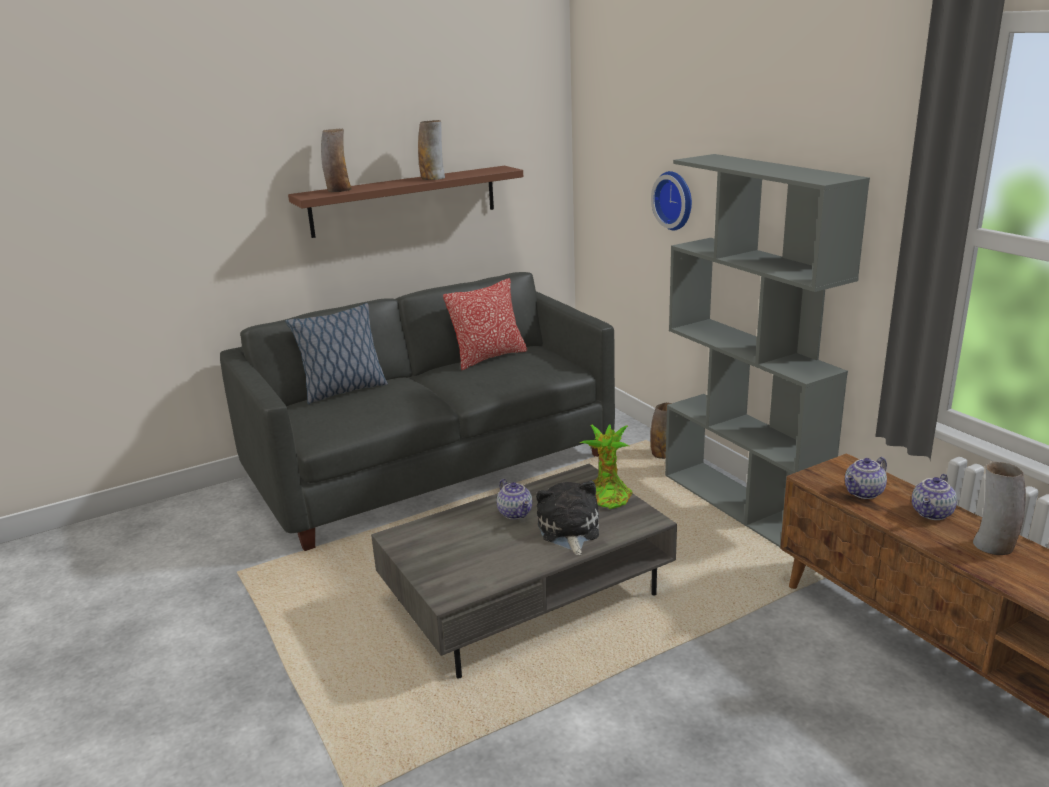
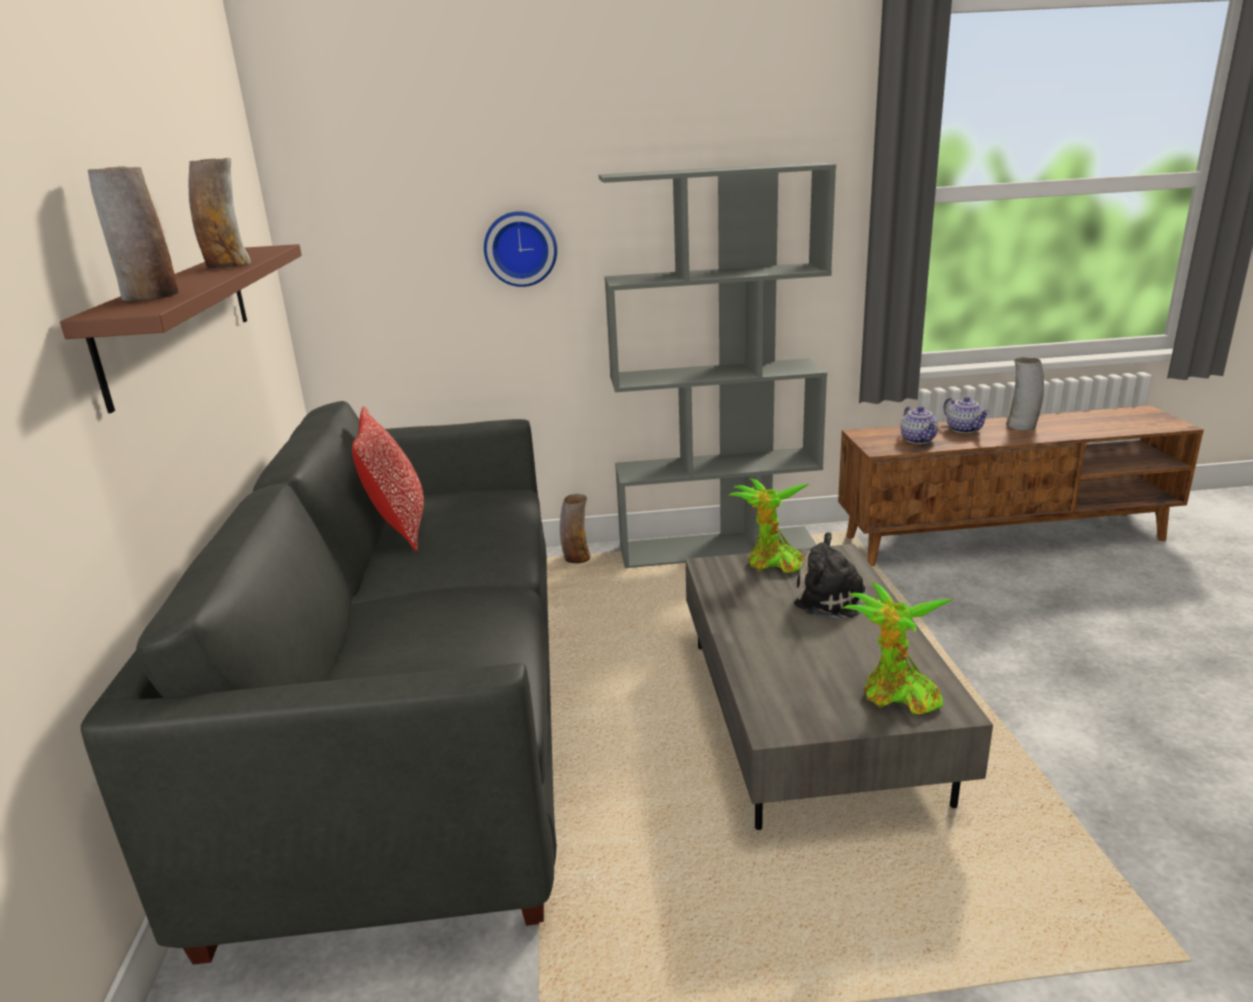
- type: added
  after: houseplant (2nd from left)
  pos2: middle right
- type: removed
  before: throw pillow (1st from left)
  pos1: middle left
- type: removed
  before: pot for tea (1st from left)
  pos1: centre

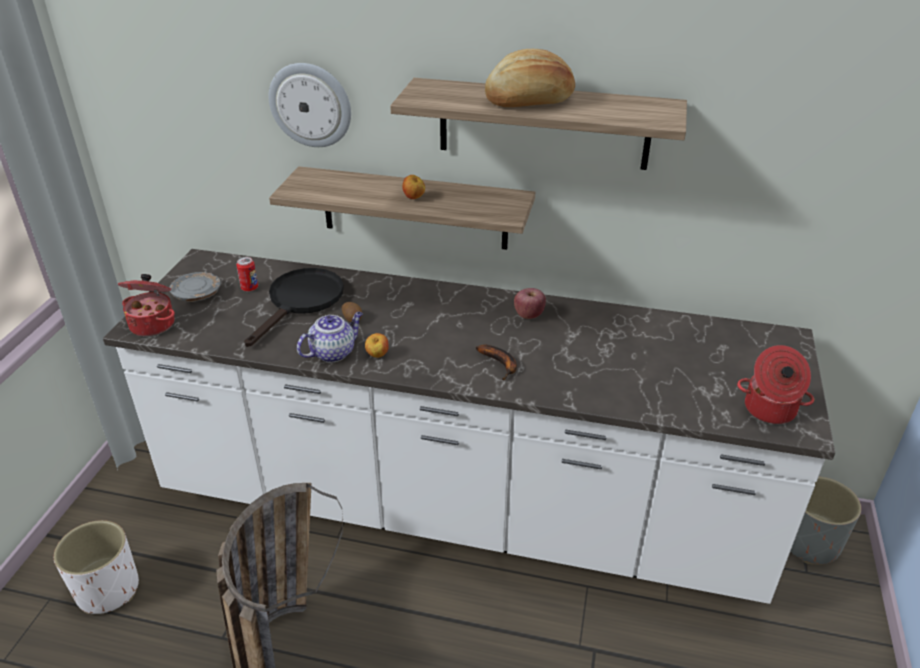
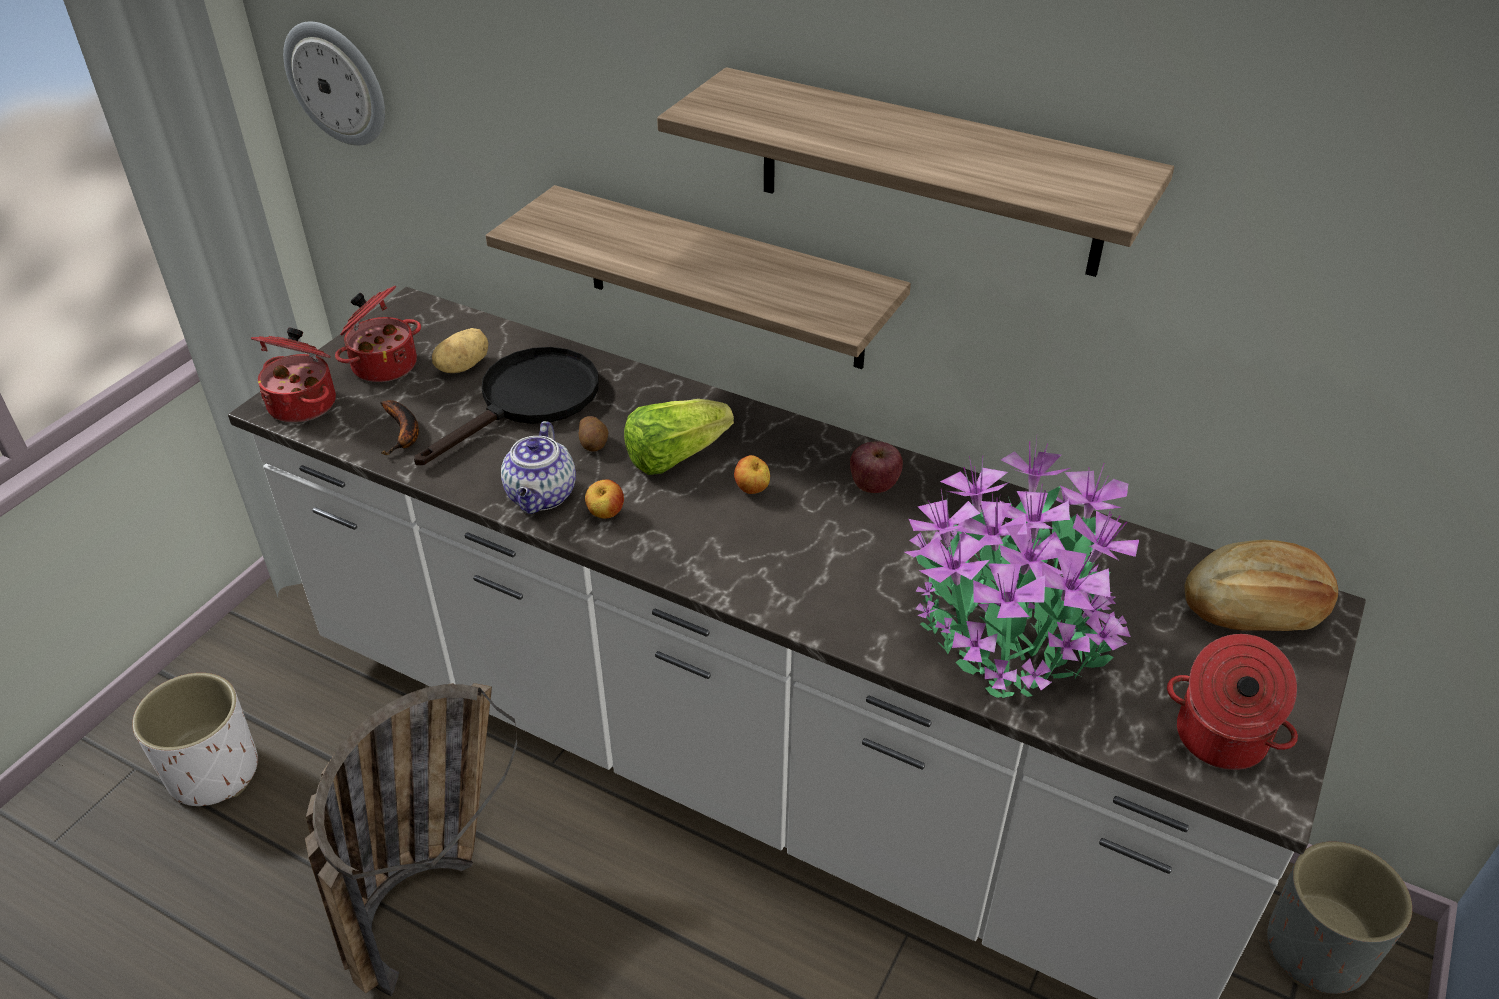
- type: moved
  before: clock on the wall
  pos1: top centre
  pos2: top left
- type: replaced
  before: grey plate
  after: cooking pot (2nd from left)
  pos1: middle left
  pos2: middle left
- type: moved
  before: banana
  pos1: centre
  pos2: middle left
- type: replaced
  before: can
  after: potato (1st from left)
  pos1: middle left
  pos2: middle left
- type: turned
  before: pot for tea
  pos1: centre
  pos2: centre
  turn: 120
- type: added
  after: lettuce head
  pos2: centre
- type: moved
  before: whole apple (2nd from left)
  pos1: top centre
  pos2: centre
- type: added
  after: houseplant
  pos2: middle right
- type: moved
  before: bakery bread
  pos1: top centre
  pos2: middle right

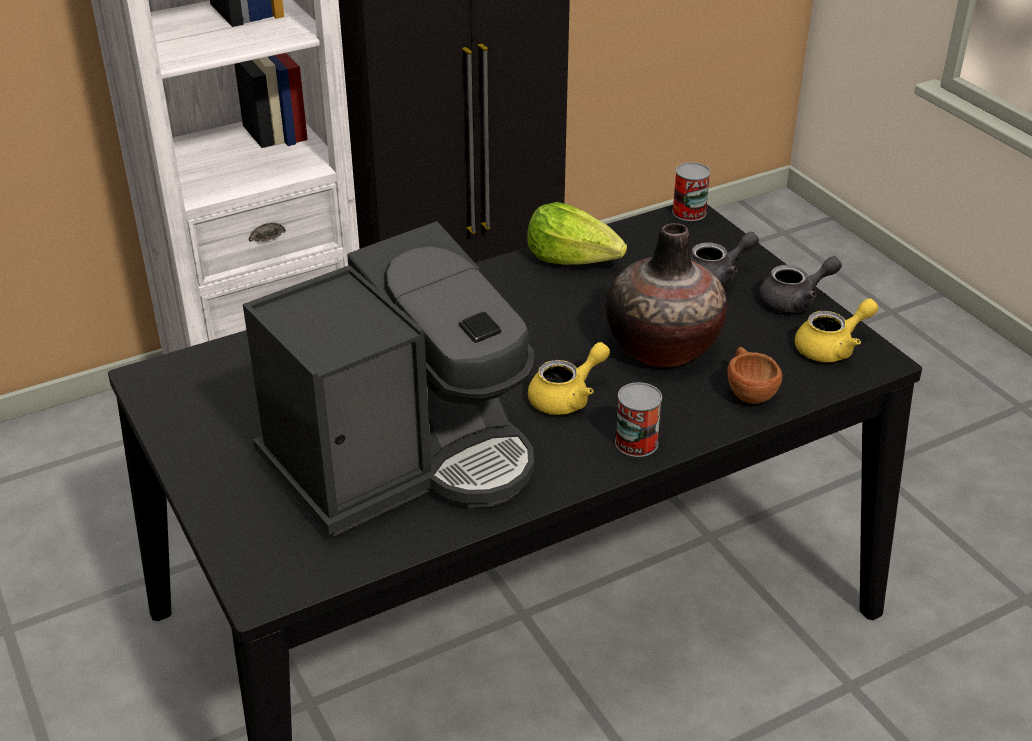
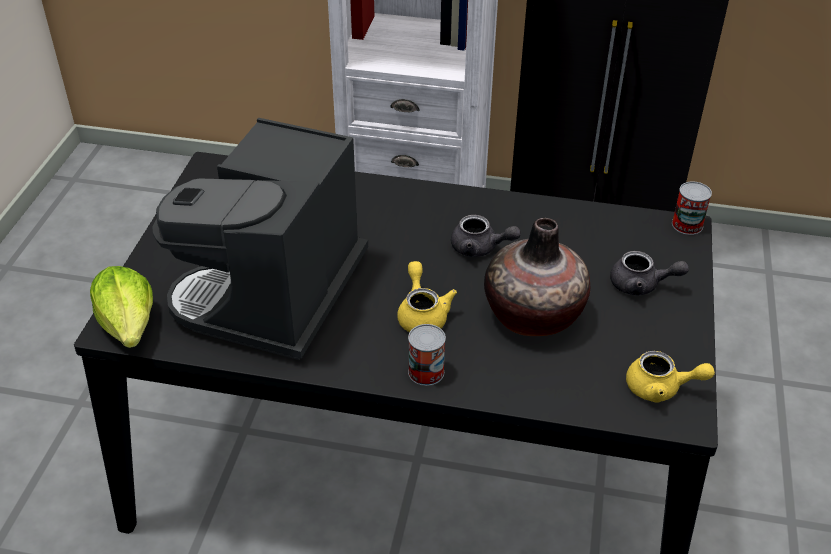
- type: moved
  before: lettuce head
  pos1: top centre
  pos2: middle left
- type: turned
  before: coffee maker
  pos1: centre
  pos2: middle left
  turn: 105
- type: turned
  before: yellow-coloured pot for tea (1st from left)
  pos1: centre
  pos2: centre
  turn: -105
- type: moved
  before: grey pot for tea (2nd from left in the first image)
  after: grey pot for tea (1st from left)
  pos1: middle right
  pos2: centre
- type: removed
  before: brownish small cup
  pos1: middle right

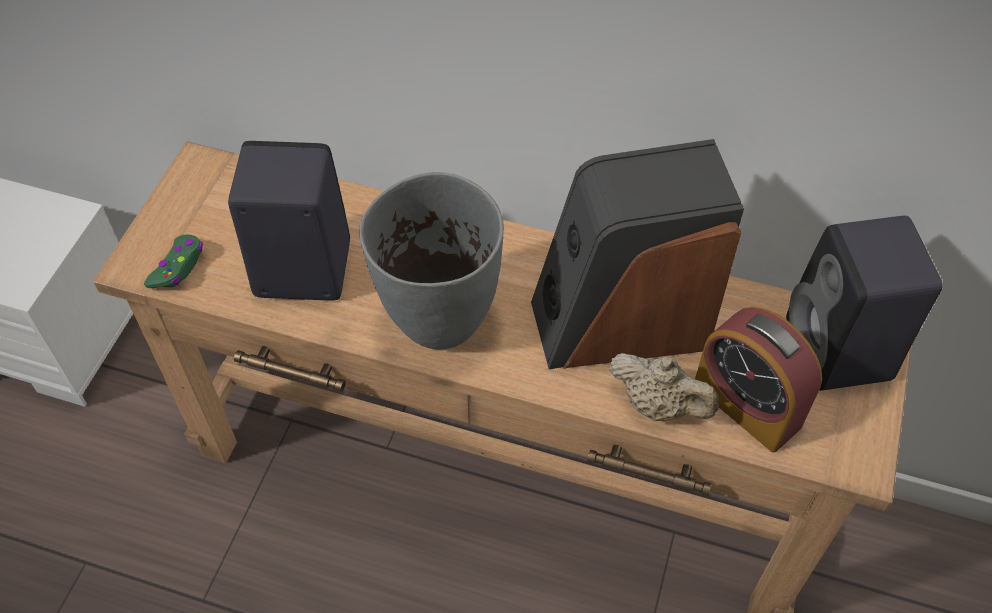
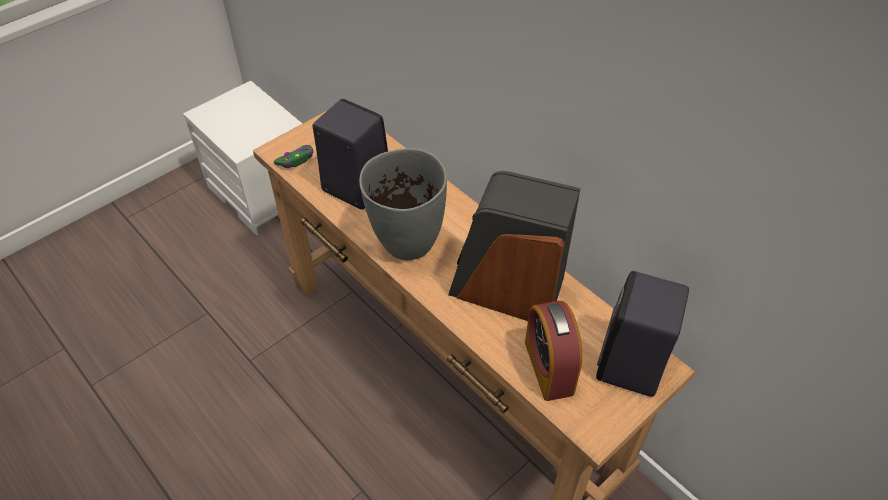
- type: removed
  before: beige pot for tea
  pos1: middle right

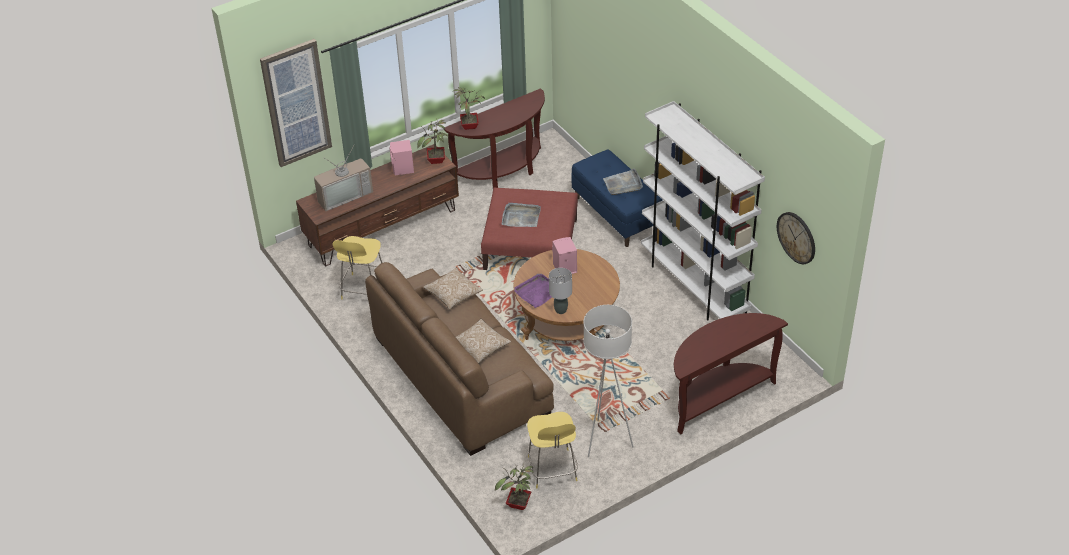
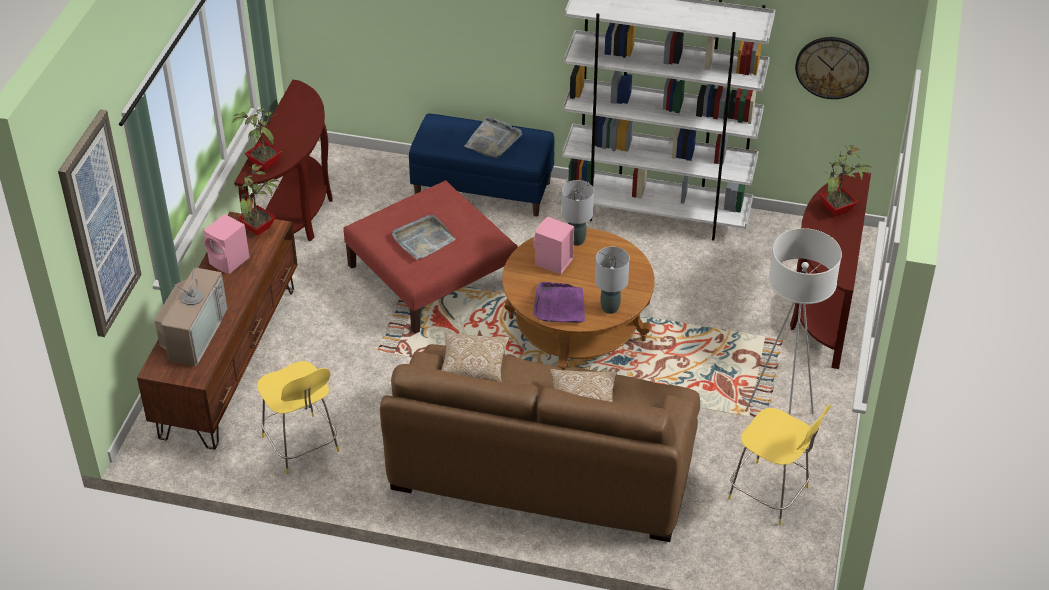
- type: added
  after: grey tabletop lamp (1st from left)
  pos2: centre
- type: moved
  before: houseplant (3rd from left)
  pos1: bottom centre
  pos2: top right

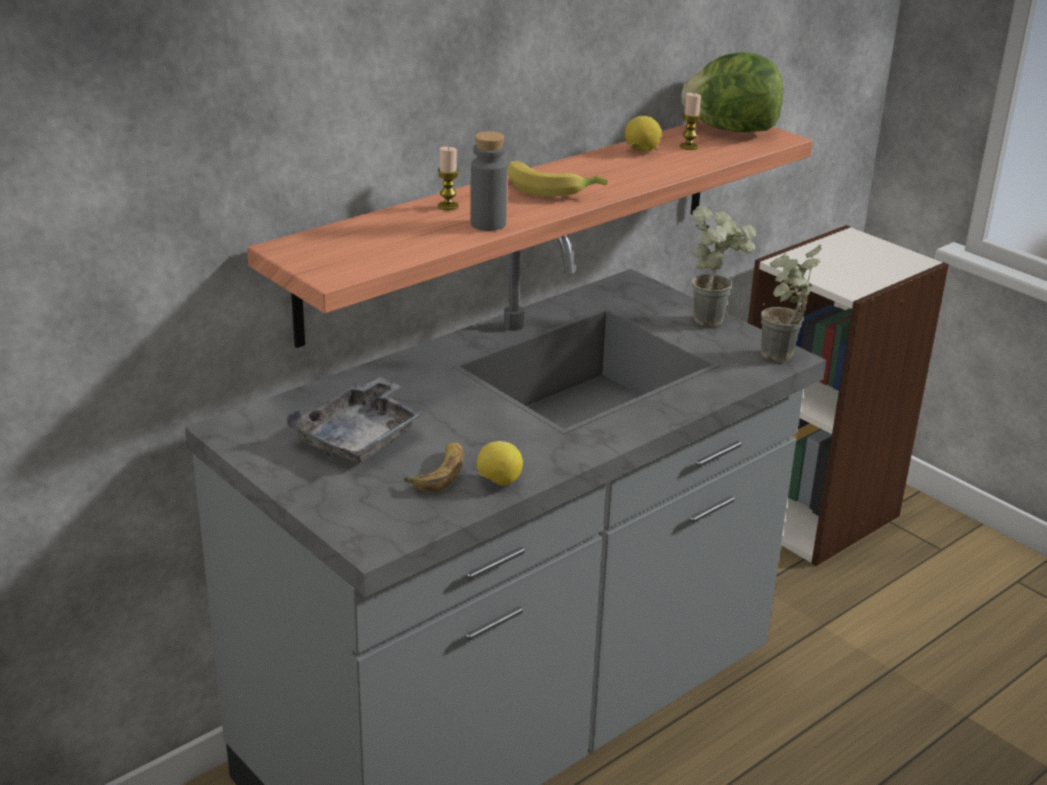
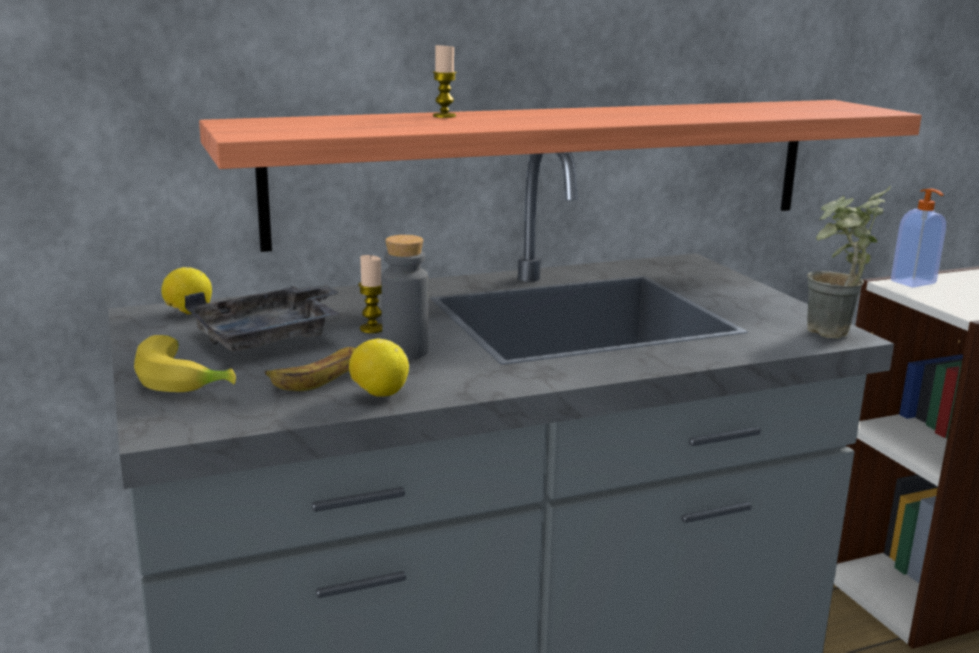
- type: moved
  before: banana (2nd from left in the first image)
  after: banana (1st from left)
  pos1: top centre
  pos2: middle left
- type: moved
  before: lemon (2nd from left in the first image)
  after: lemon (1st from left)
  pos1: top centre
  pos2: middle left
- type: moved
  before: candle (2nd from left in the first image)
  after: candle (1st from left)
  pos1: top centre
  pos2: centre
- type: moved
  before: grey beverage bottle
  pos1: top centre
  pos2: centre
- type: added
  after: liquid soap bottle
  pos2: middle right
- type: removed
  before: lettuce head
  pos1: top right
- type: removed
  before: houseplant (1st from left)
  pos1: middle right

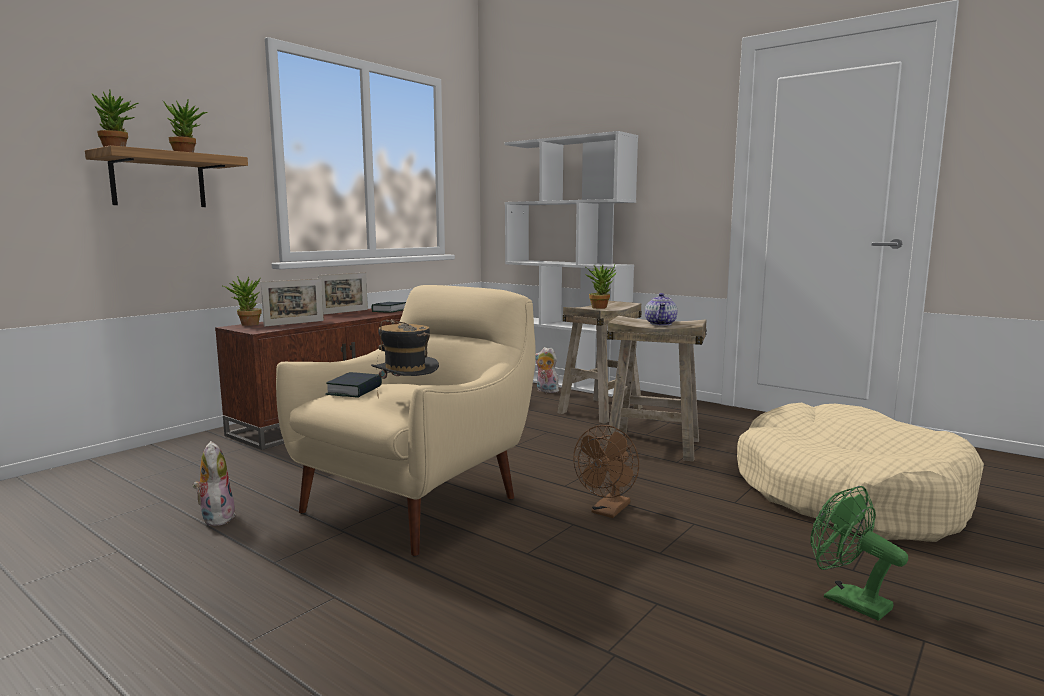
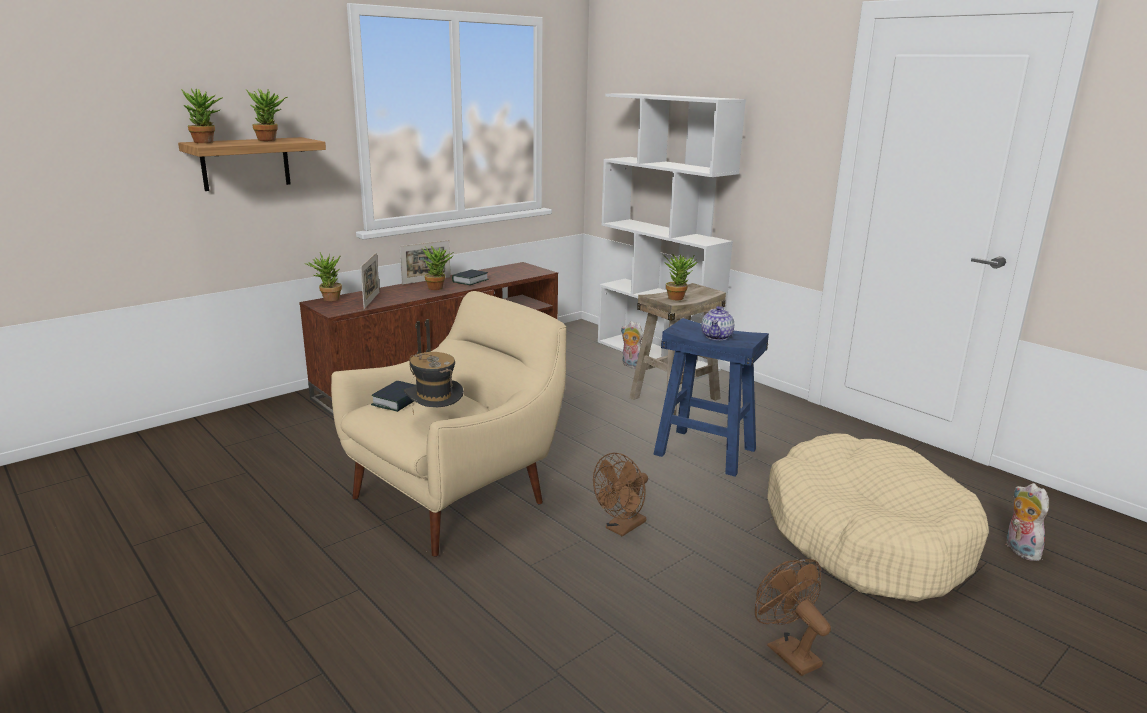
- type: turned
  before: standing frame (1st from left)
  pos1: middle left
  pos2: middle left
  turn: -60
- type: added
  after: houseplant (4th from left)
  pos2: centre
- type: recoloured
  before: beige stool seat (2nd from left)
  after: blue-coloured stool seat
  pos1: centre
  pos2: centre
- type: recoloured
  before: green electric fan
  after: brownish electric fan (2nd from left)
  pos1: bottom right
  pos2: bottom right
- type: moved
  before: plush toy (1st from left in the first image)
  after: plush toy (2nd from left)
  pos1: bottom left
  pos2: bottom right

